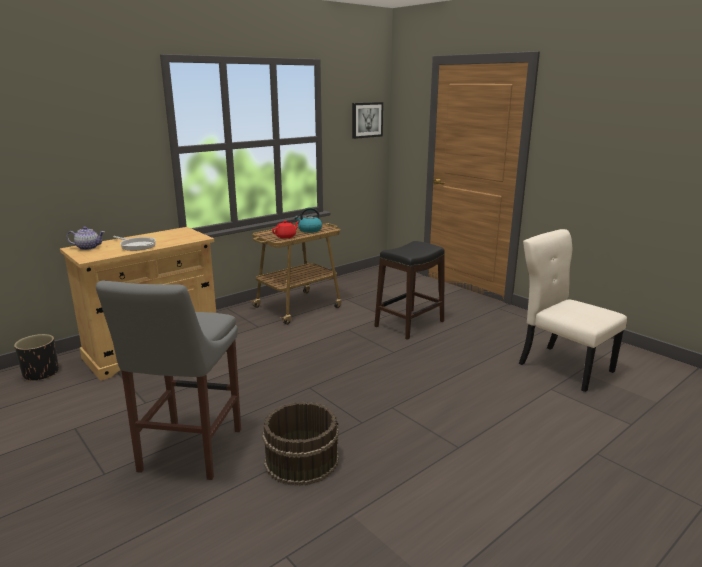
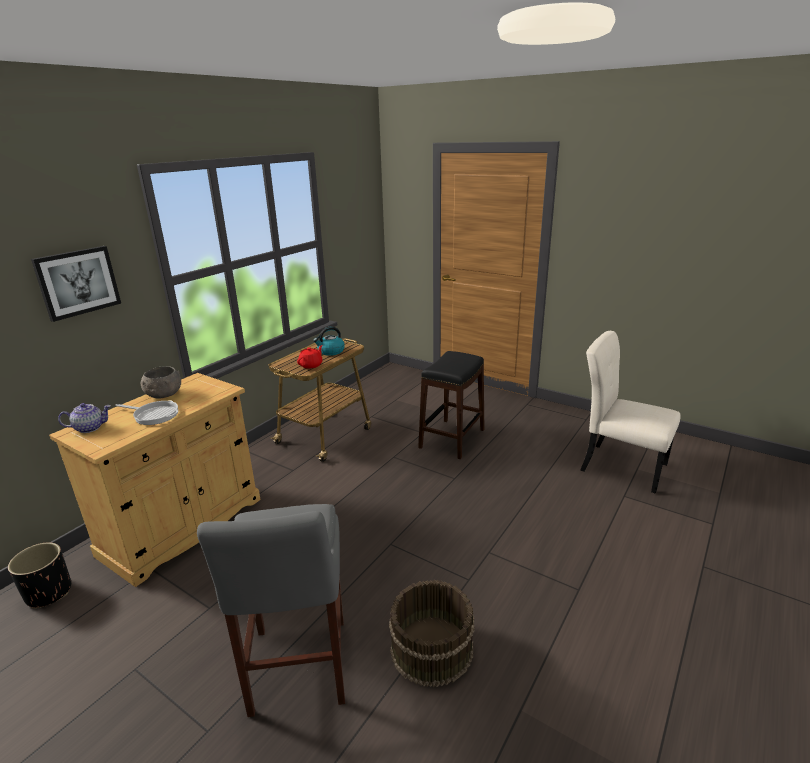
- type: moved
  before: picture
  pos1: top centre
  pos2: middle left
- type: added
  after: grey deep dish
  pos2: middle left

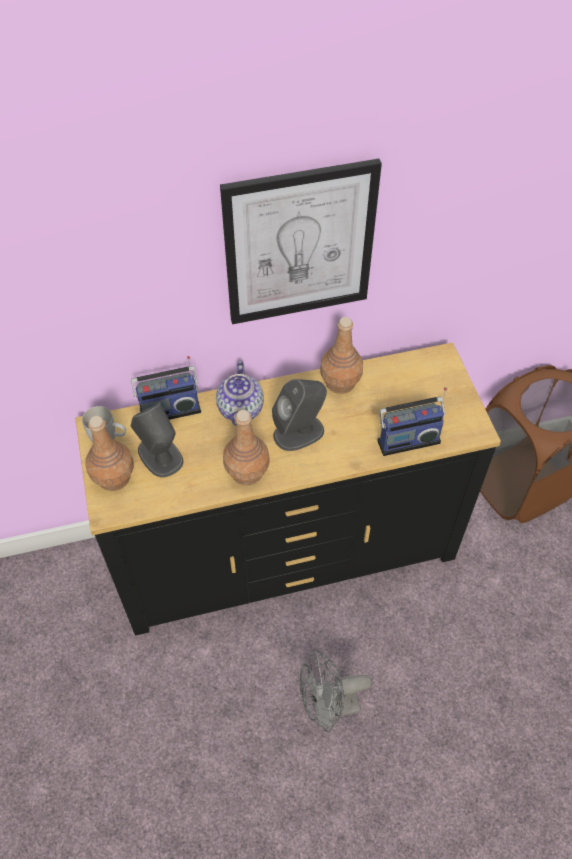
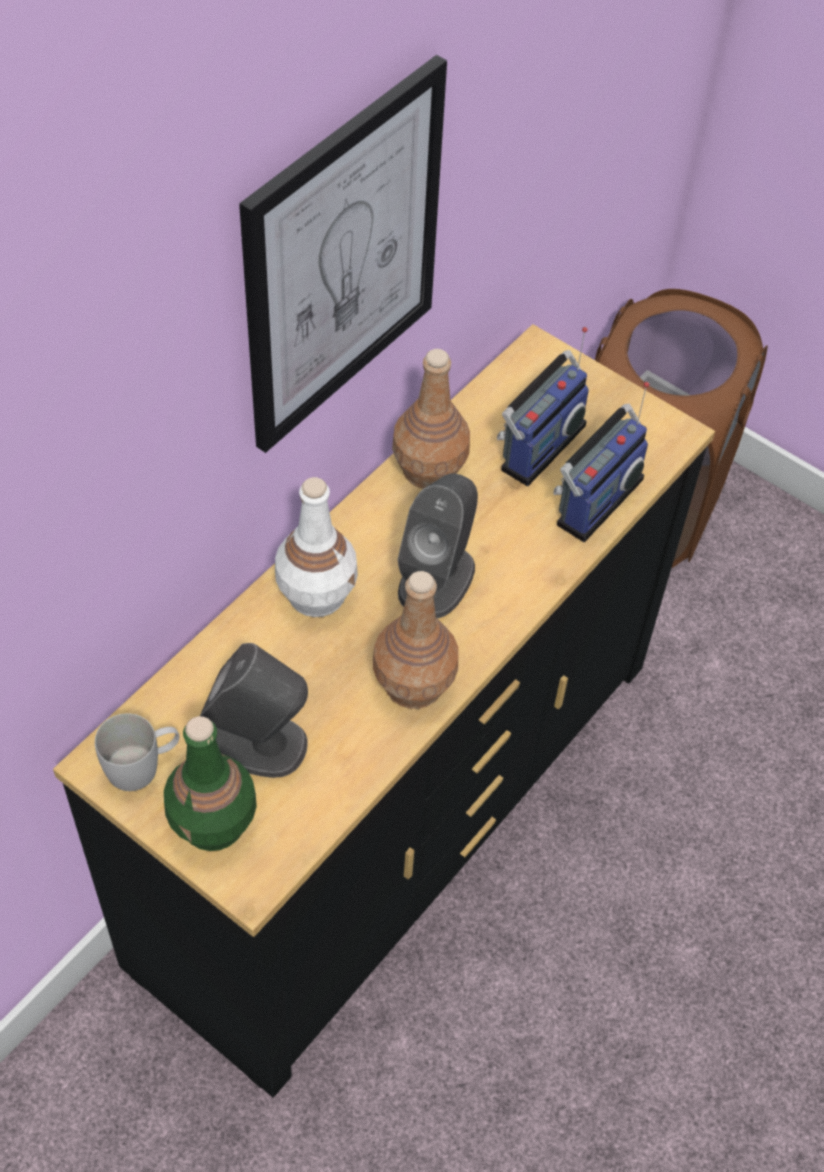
- type: recoloured
  before: brownish beverage bottle (1st from left)
  after: green beverage bottle
  pos1: middle left
  pos2: bottom left
- type: replaced
  before: pot for tea
  after: white beverage bottle
  pos1: centre
  pos2: centre
- type: moved
  before: radio set (1st from left)
  pos1: middle left
  pos2: centre
- type: removed
  before: grey electric fan
  pos1: bottom centre

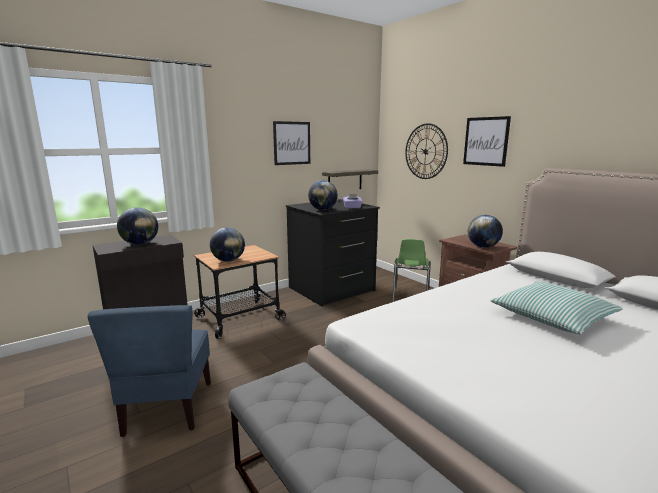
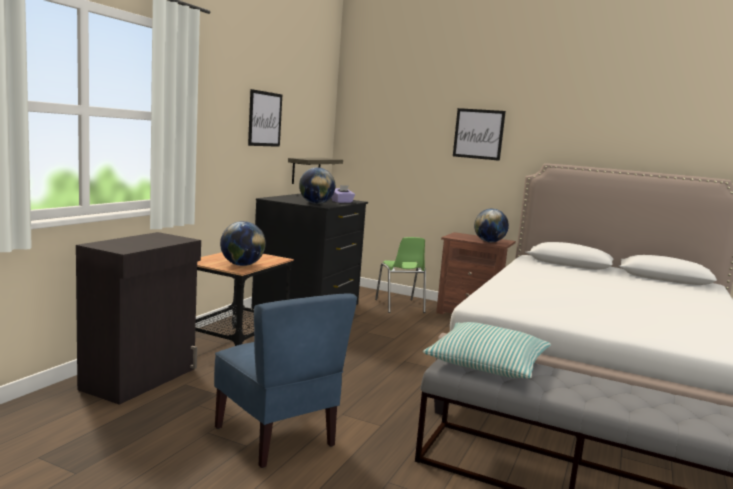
- type: moved
  before: throw pillow
  pos1: middle right
  pos2: bottom centre
- type: removed
  before: globe (1st from left)
  pos1: middle left
- type: removed
  before: clock on the wall
  pos1: top centre

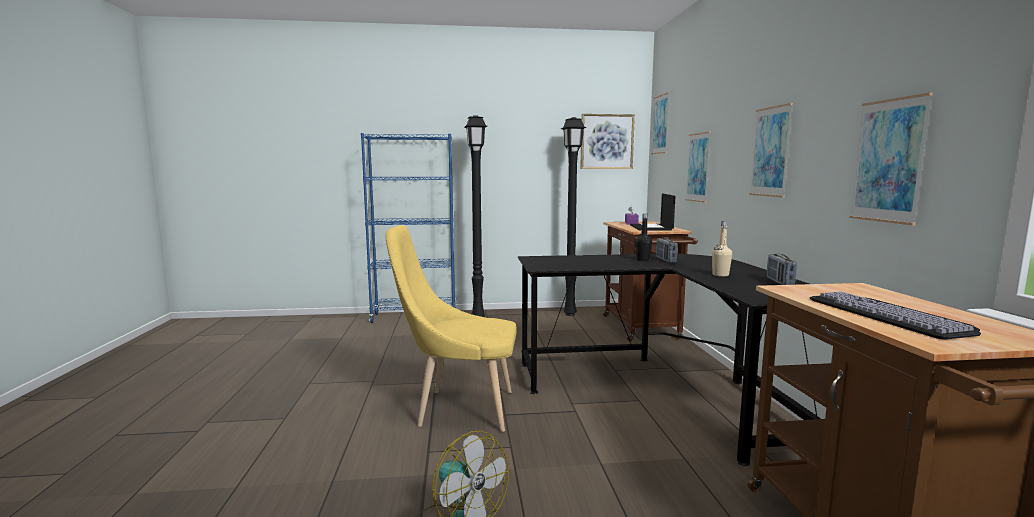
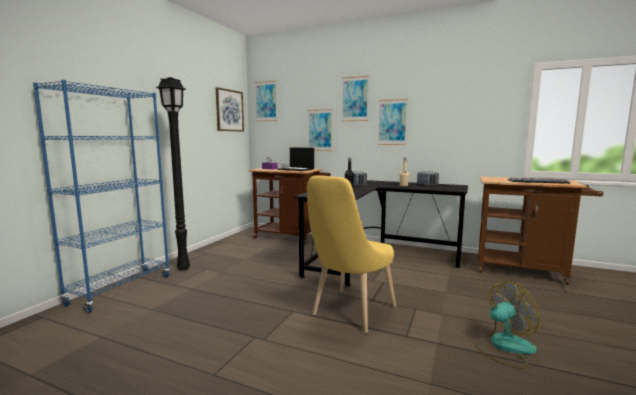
- type: moved
  before: picture (5th from left in the first image)
  after: picture (4th from left)
  pos1: top right
  pos2: top centre
- type: removed
  before: black standing lamp (2nd from left)
  pos1: centre

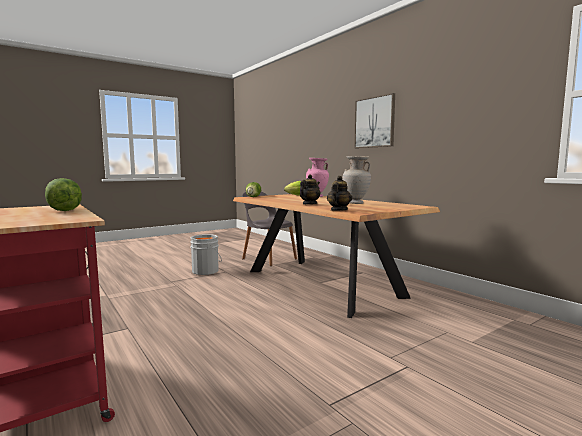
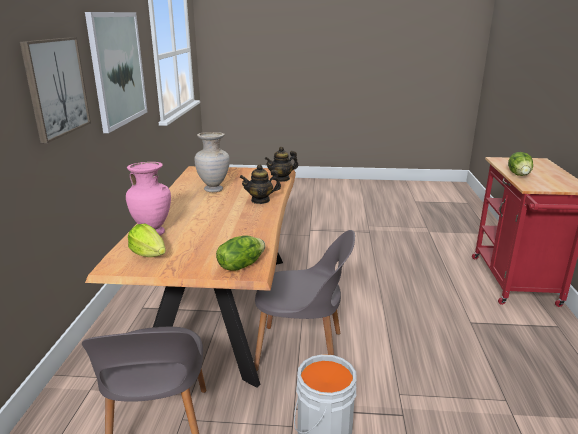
- type: added
  after: picture (2nd from left)
  pos2: top left
- type: added
  after: grey plain chair (2nd from left)
  pos2: bottom centre

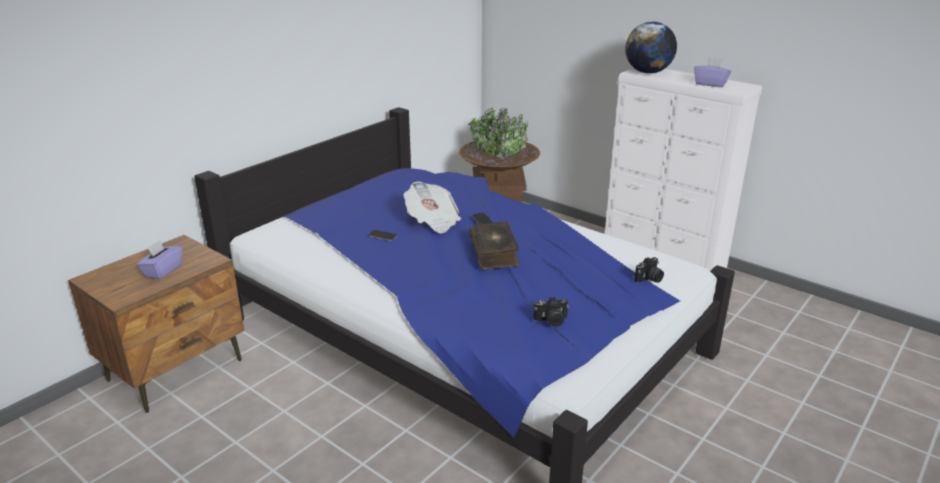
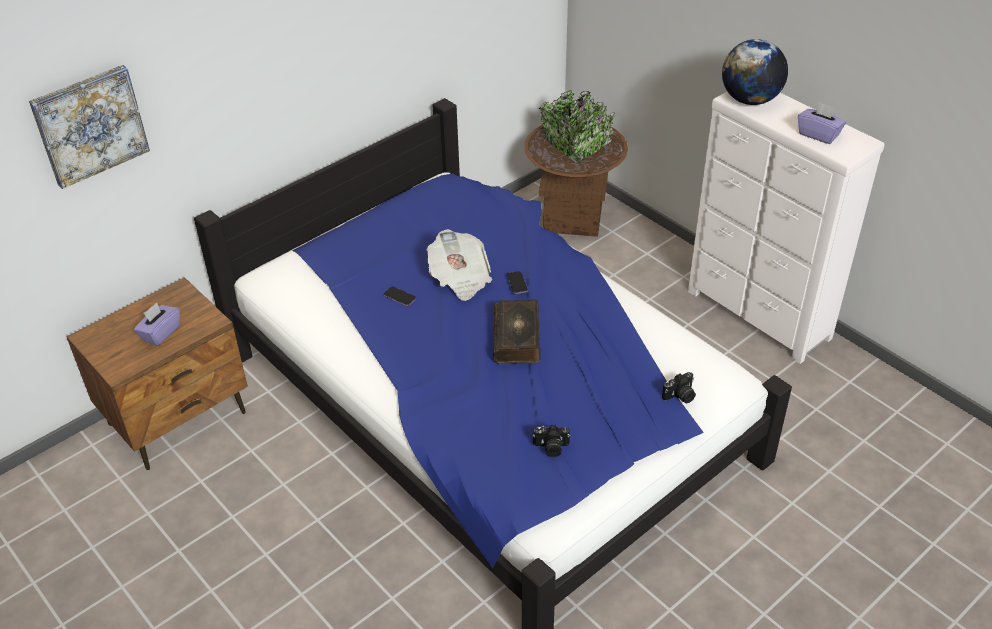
- type: added
  after: picture
  pos2: top left

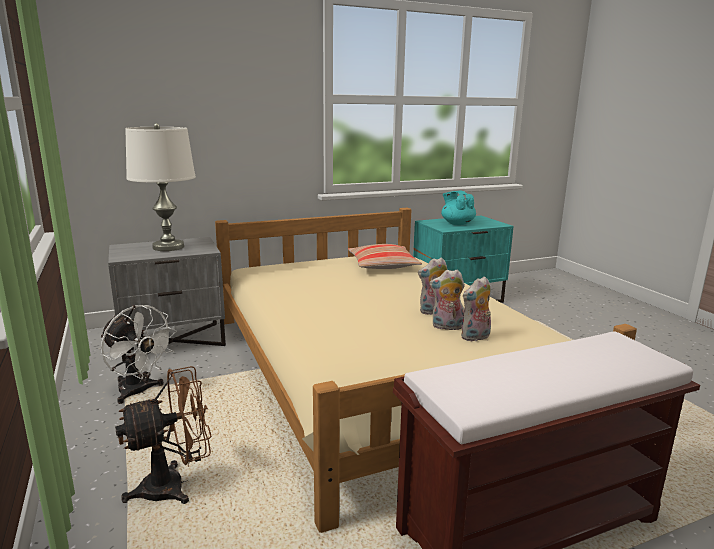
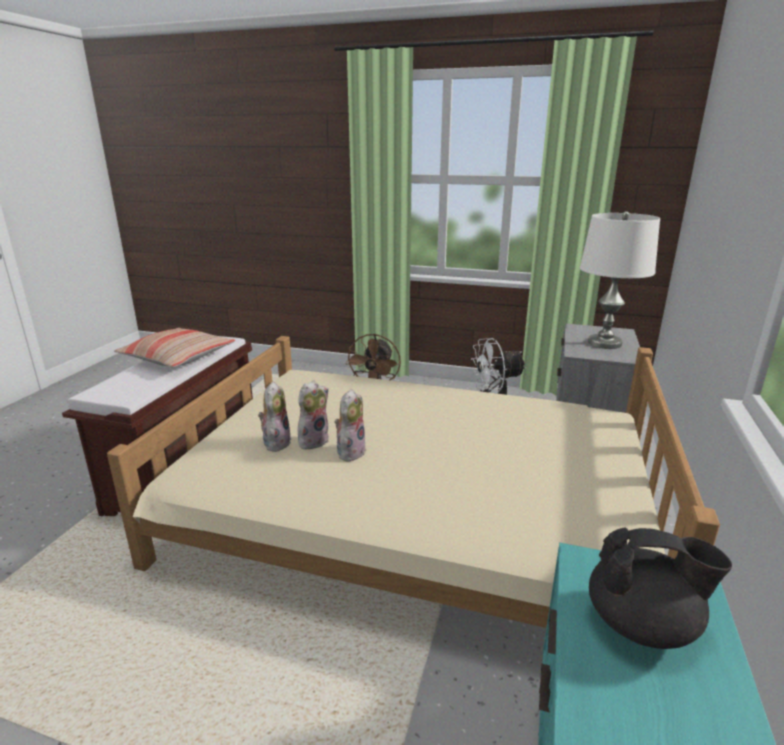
- type: moved
  before: throw pillow
  pos1: centre
  pos2: middle left
- type: recoloured
  before: turquoise pot for tea
  after: black pot for tea
  pos1: centre
  pos2: bottom right

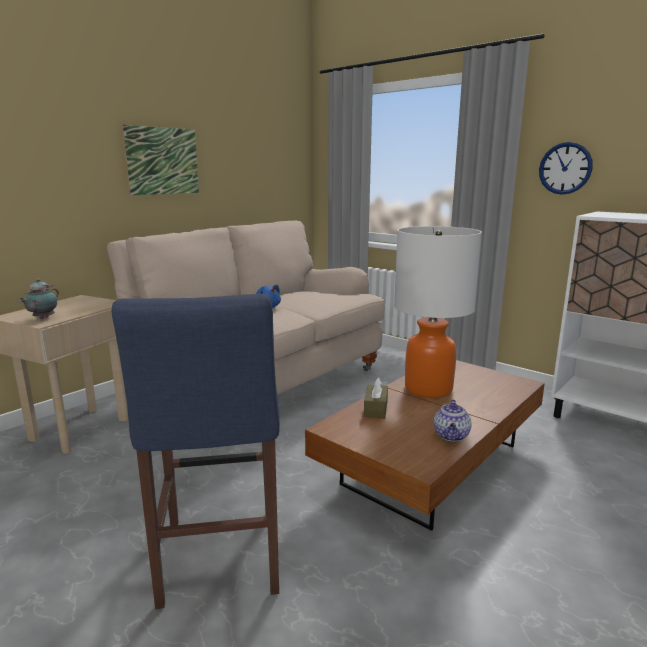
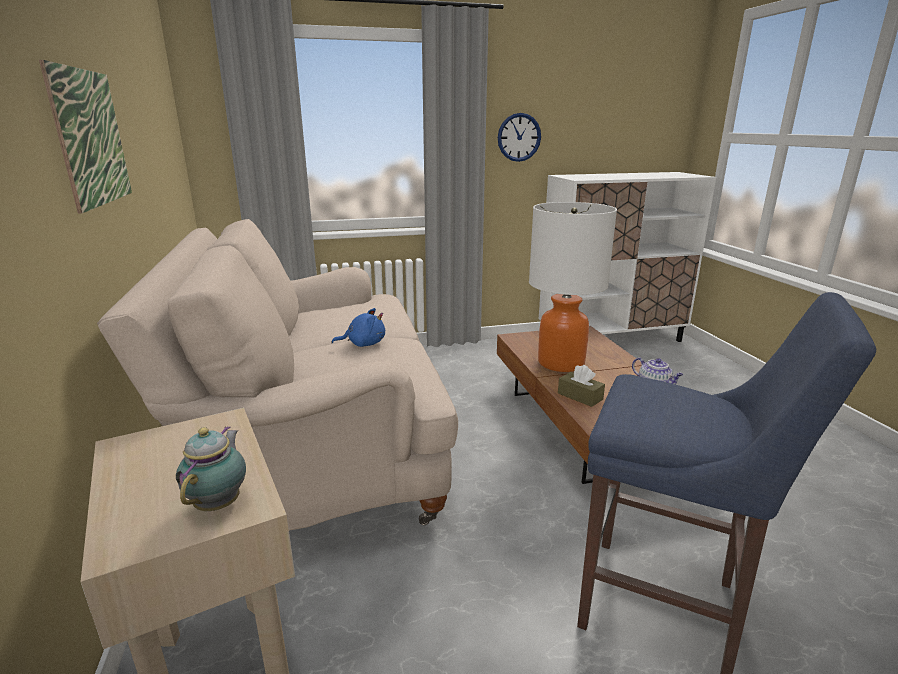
- type: turned
  before: pot for tea (1st from left)
  pos1: middle left
  pos2: bottom left
  turn: -135

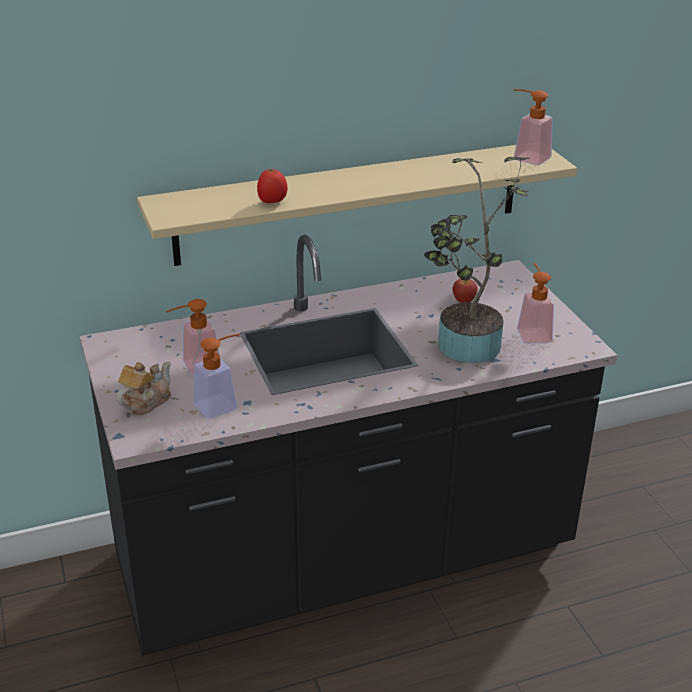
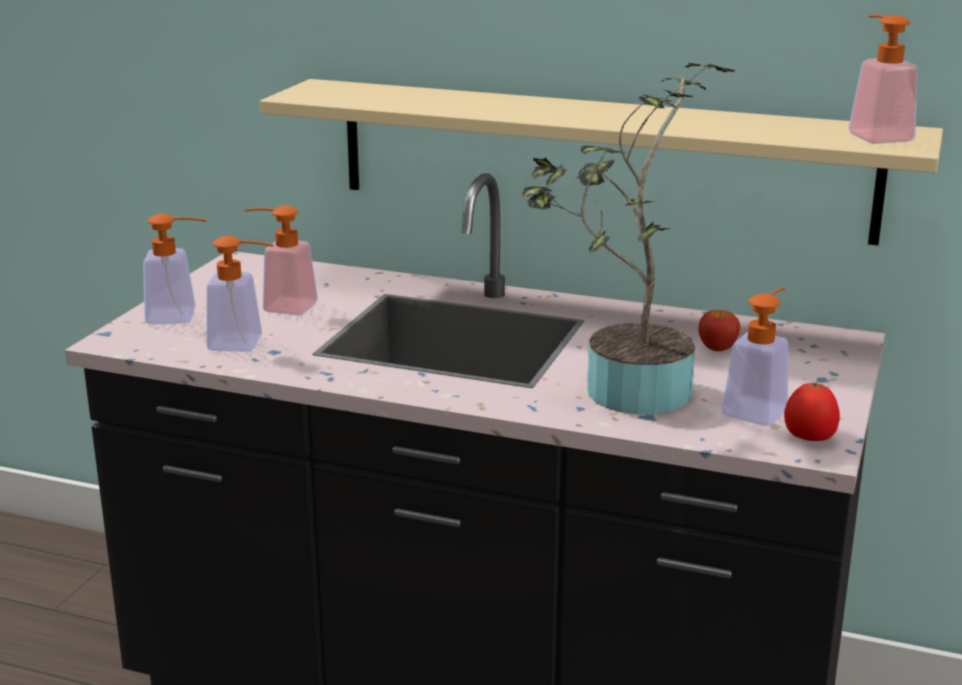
- type: replaced
  before: pot for tea
  after: liquid soap bottle (1st from left)
  pos1: middle left
  pos2: middle left
- type: moved
  before: tomato
  pos1: top centre
  pos2: middle right

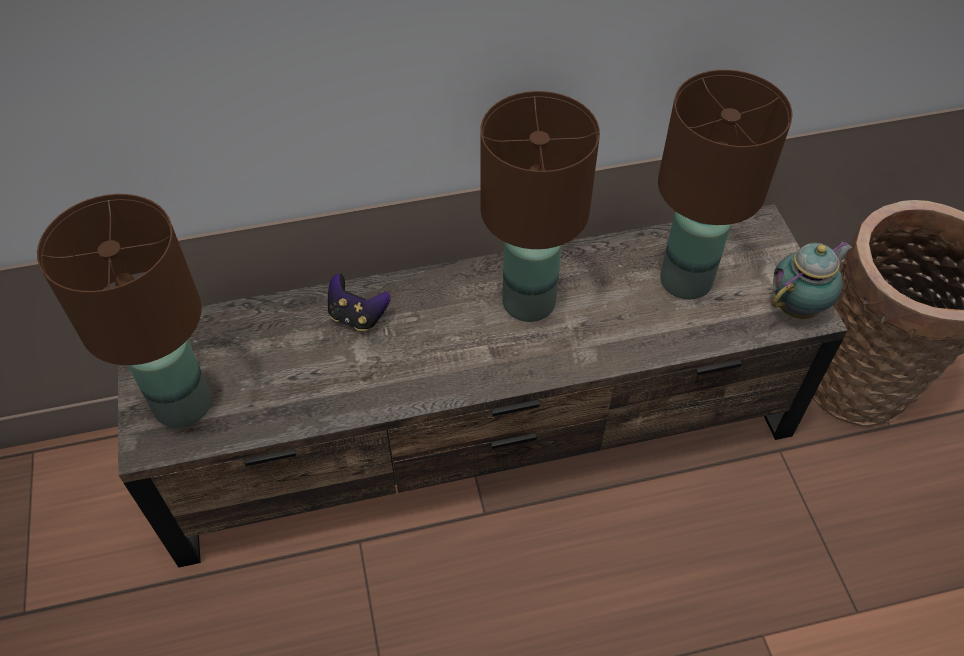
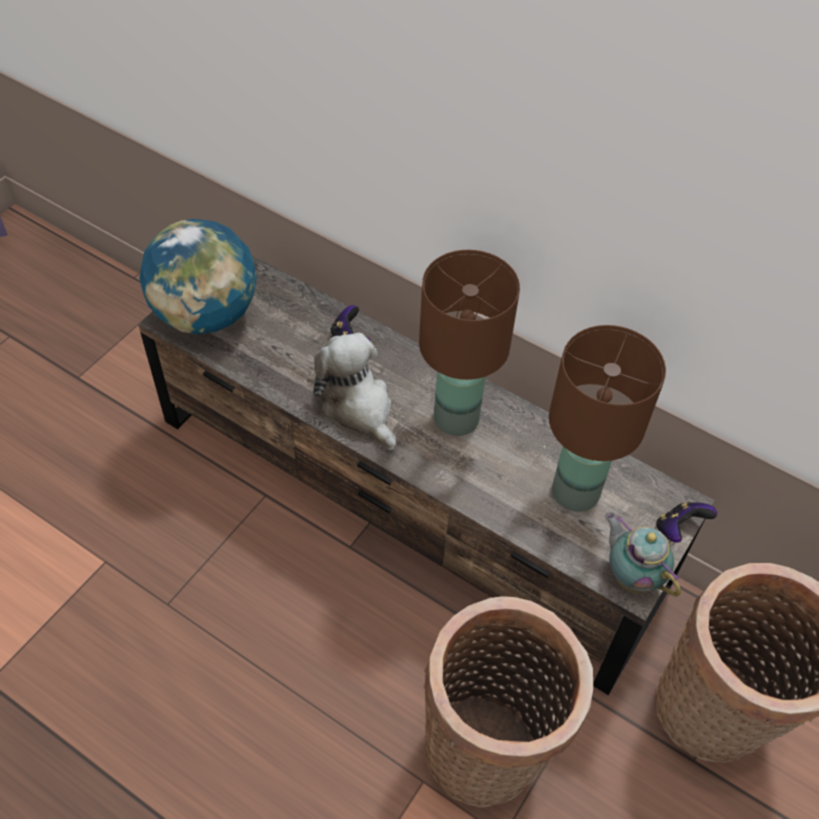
- type: replaced
  before: brownish tabletop lamp (1st from left)
  after: globe
  pos1: middle left
  pos2: middle left
- type: added
  after: plush toy
  pos2: centre
- type: added
  after: basket (1st from left)
  pos2: bottom centre
- type: turned
  before: pot for tea
  pos1: middle right
  pos2: bottom right
  turn: -135
- type: added
  after: gamepad (2nd from left)
  pos2: middle right

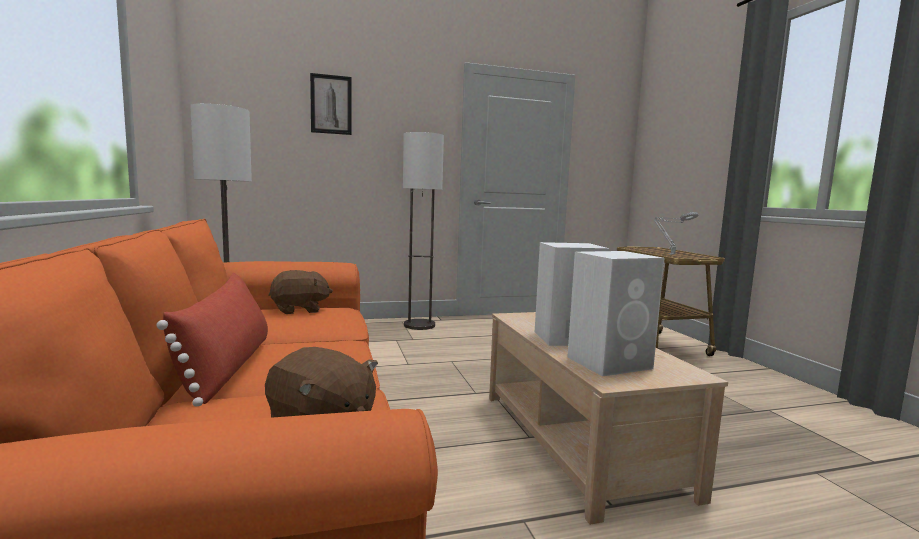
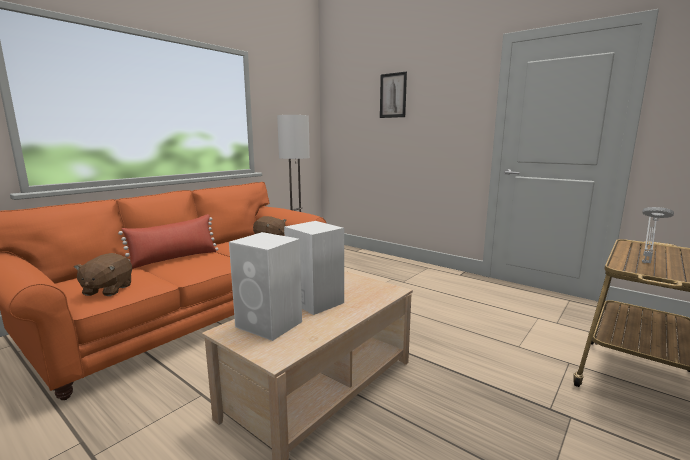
- type: removed
  before: standing lamp (2nd from left)
  pos1: centre

